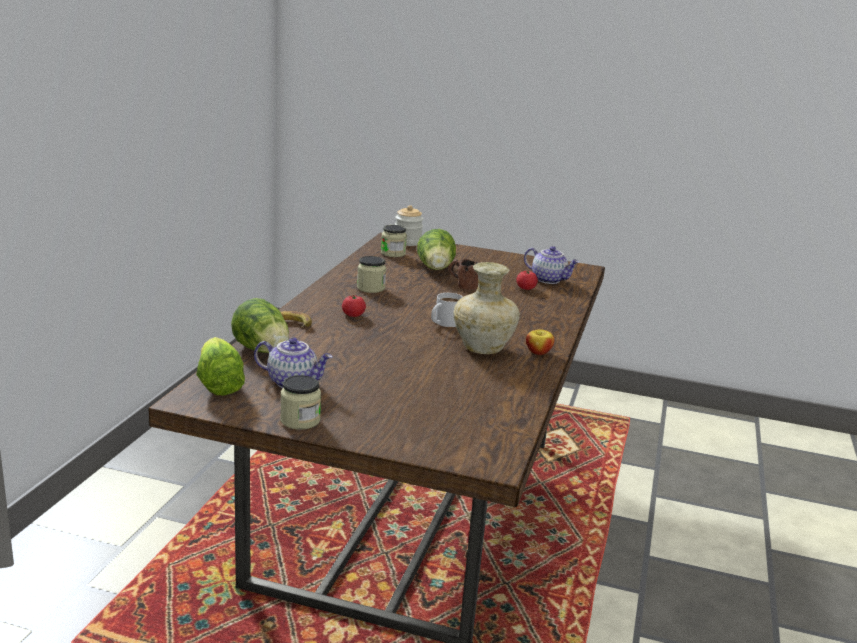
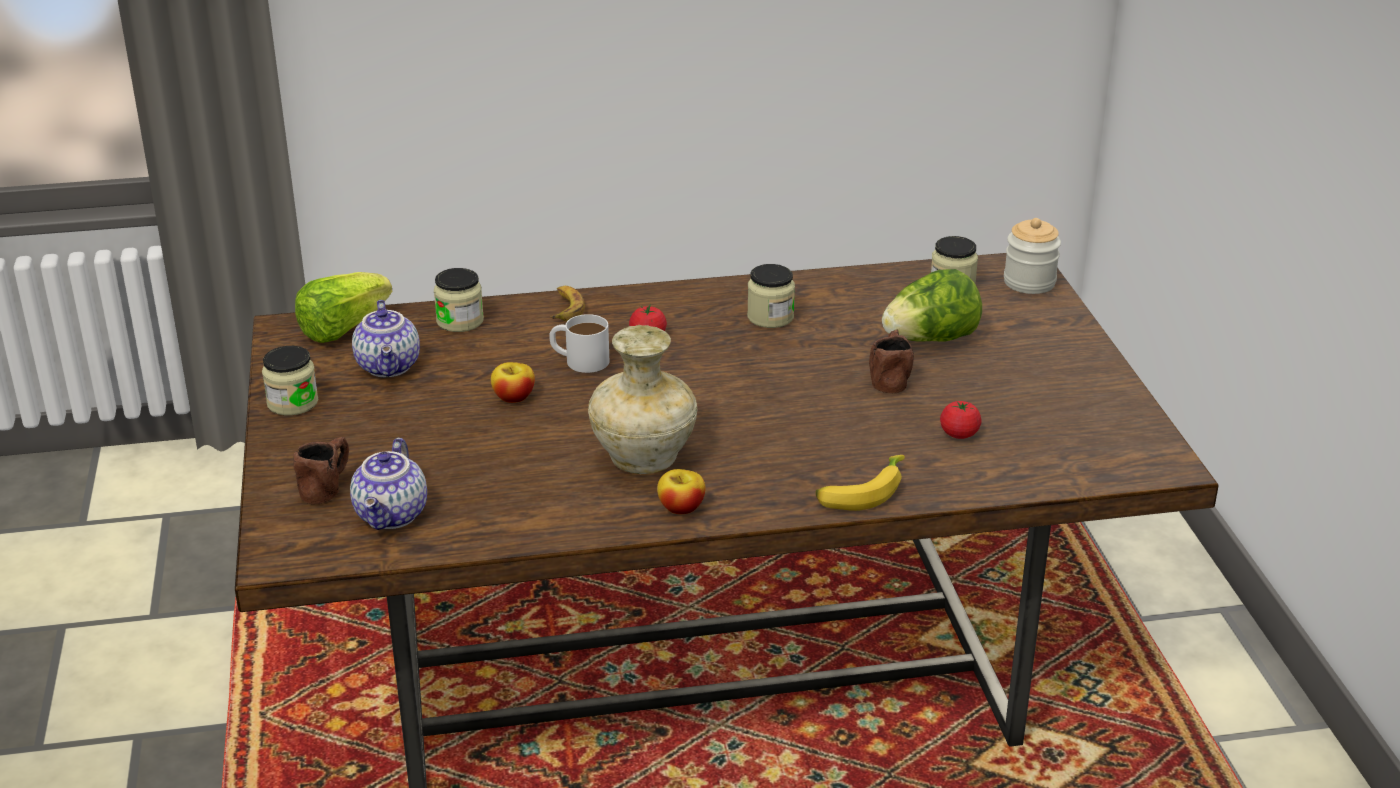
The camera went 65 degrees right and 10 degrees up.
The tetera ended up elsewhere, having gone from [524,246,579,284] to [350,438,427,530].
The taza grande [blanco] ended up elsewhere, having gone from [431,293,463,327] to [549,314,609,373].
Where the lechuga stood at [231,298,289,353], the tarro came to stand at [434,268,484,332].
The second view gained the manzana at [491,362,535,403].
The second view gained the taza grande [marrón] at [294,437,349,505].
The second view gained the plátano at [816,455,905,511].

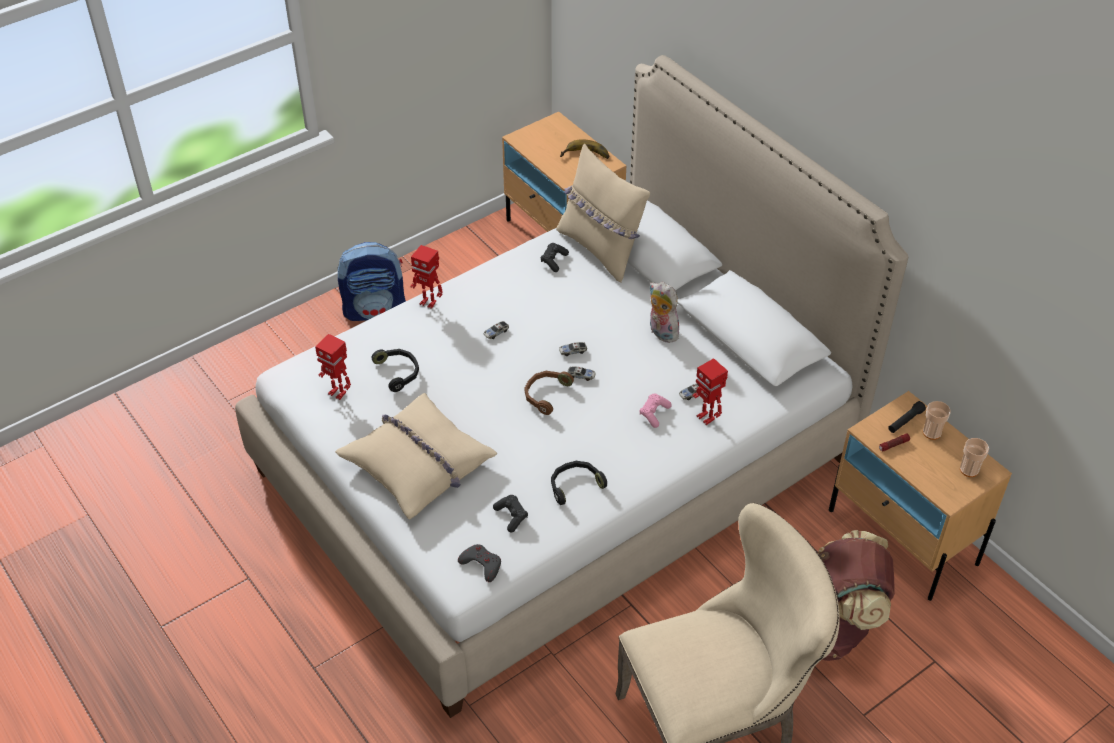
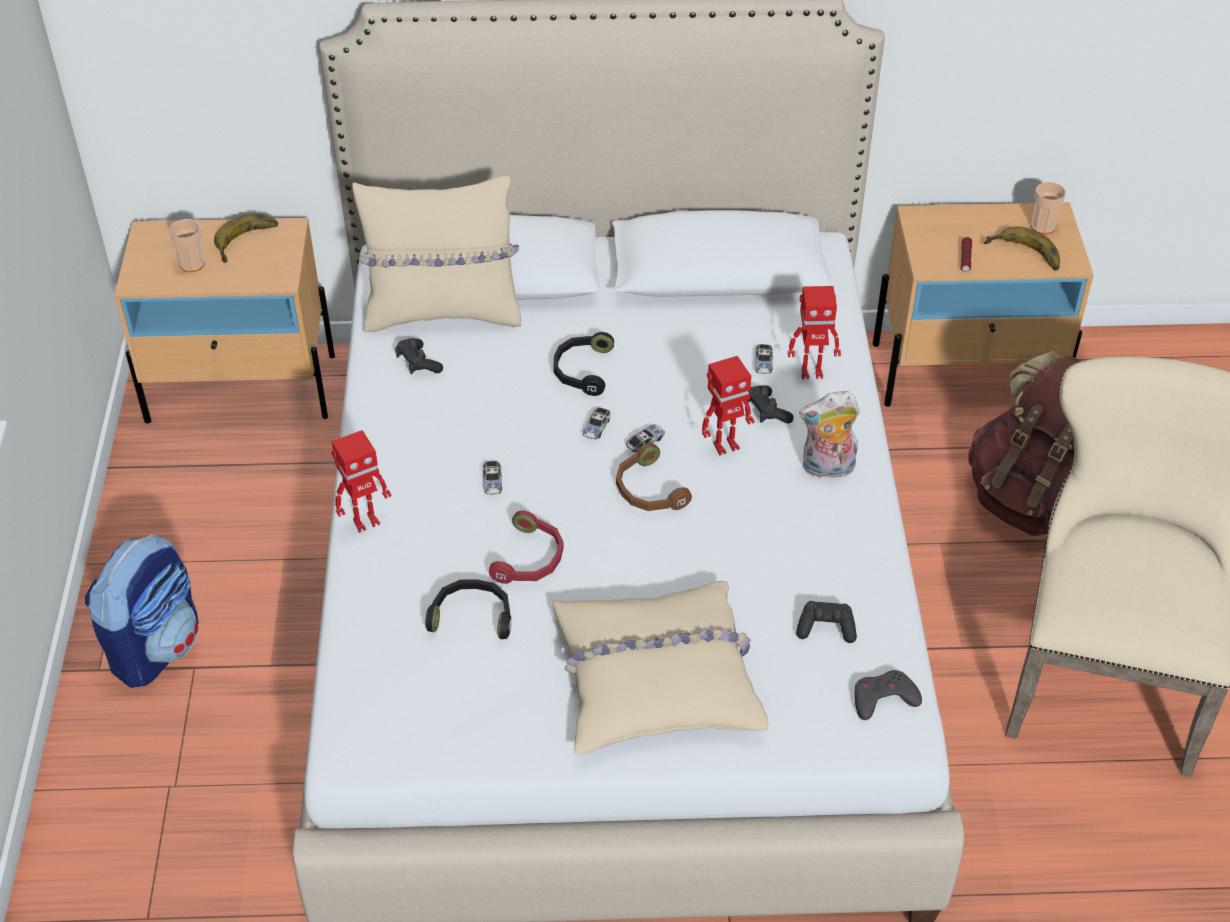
The camera went 55 degrees left and 0 degrees up.
The peluche ended up elsewhere, having gone from [650,282,683,343] to [799,391,860,478].
The robot de juguete ended up elsewhere, having gone from [315,334,351,400] to [702,356,754,456].
What was the mando de consola [rosa] at [640,393,672,428] turned into the mando de consola [negro] at [747,385,794,423].
The second view lost the linterna [negro] at [888,401,926,433].
The taza ended up elsewhere, having gone from [923,401,951,440] to [169,219,205,272].
The auriculares [negro] ended up elsewhere, having gone from [551,461,607,505] to [554,332,614,396].
The second view gained the plátano at [984,226,1060,271].
The second view gained the auriculares [rojo] at [489,510,564,584].

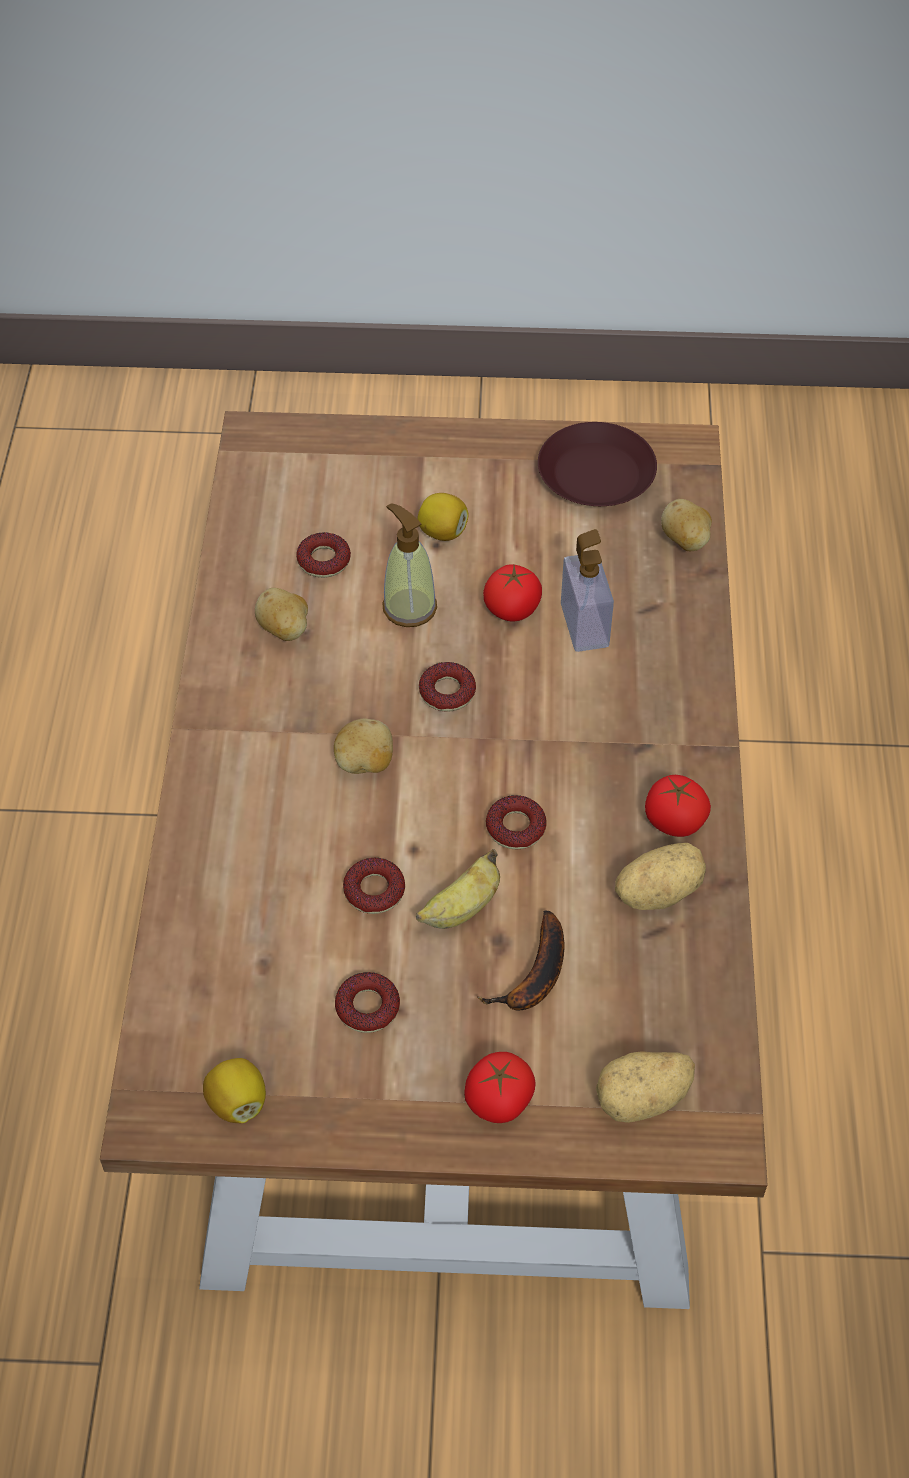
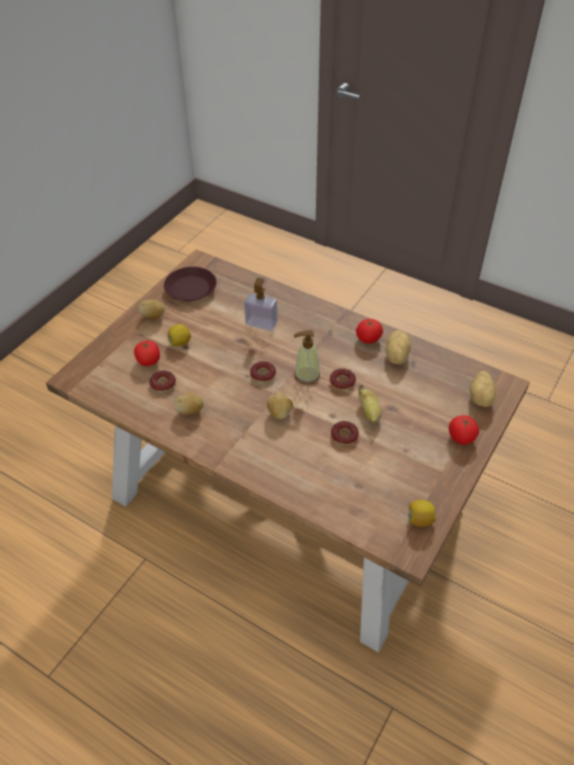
The camera went 60 degrees left and 5 degrees down.
The patata ended up elsewhere, having gone from [661,499,712,551] to [139,299,165,319].
The dispensador de jabón ended up elsewhere, having gone from [382,503,437,627] to [294,330,320,385].
The tomate ended up elsewhere, having gone from [483,564,542,621] to [134,340,160,366].
The second view lost the plátano at [477,911,564,1010].
The second view lost the rosquilla at [335,972,400,1033].

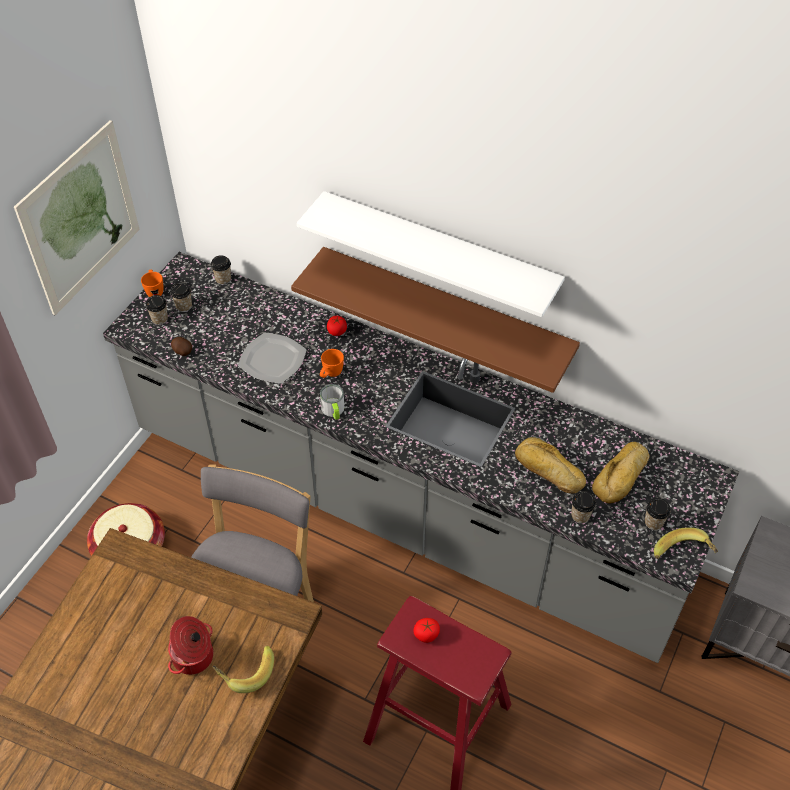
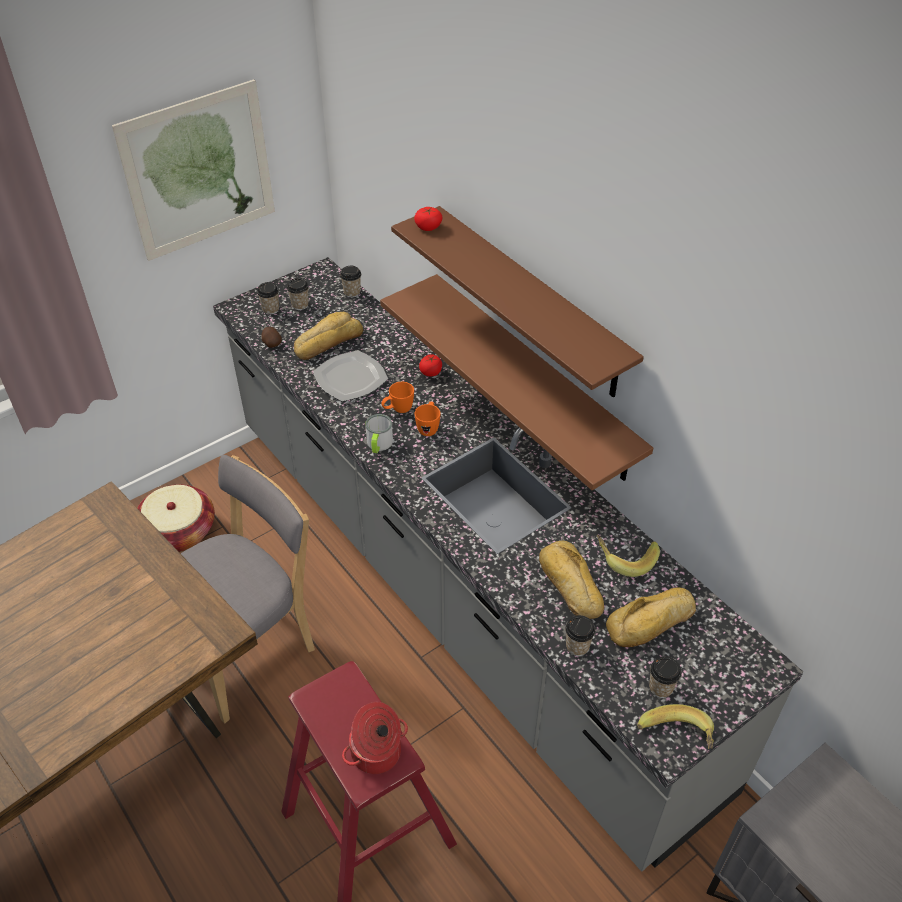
The camera went 25 degrees right and 5 degrees down.
What was the estante [blanco] at [297,191,565,317] turned into the estante [marrón] at [391,206,644,398].
The taza grande [naranja] ended up elsewhere, having gone from [141,270,163,297] to [414,402,441,436].
The olla ended up elsewhere, having gone from [168,616,213,675] to [342,702,408,774].
The tomate ended up elsewhere, having gone from [414,618,440,643] to [414,207,443,231].
The plátano ended up elsewhere, having gone from [213,646,274,693] to [597,535,660,577].
The second view gained the pan at [294,312,363,360].

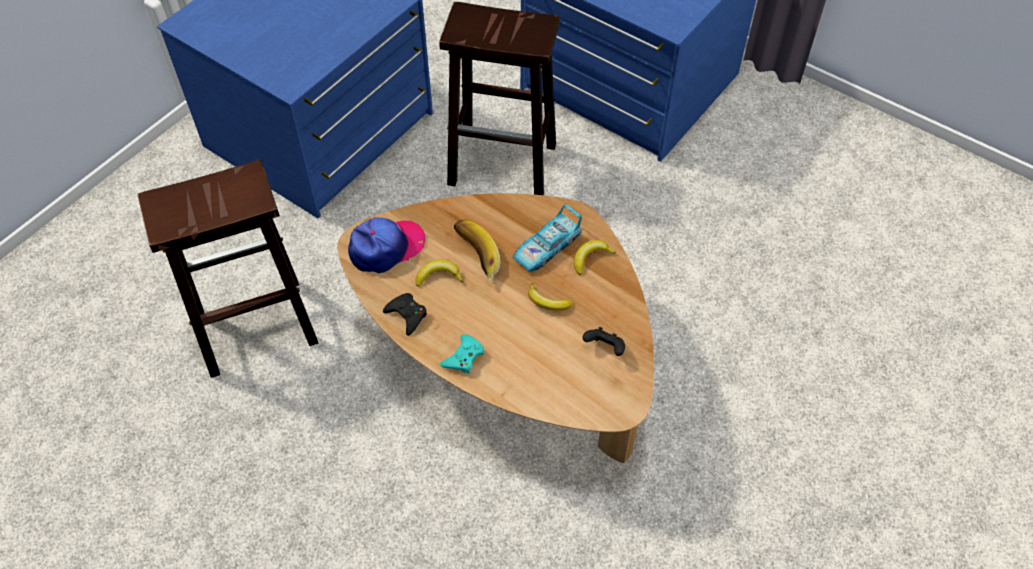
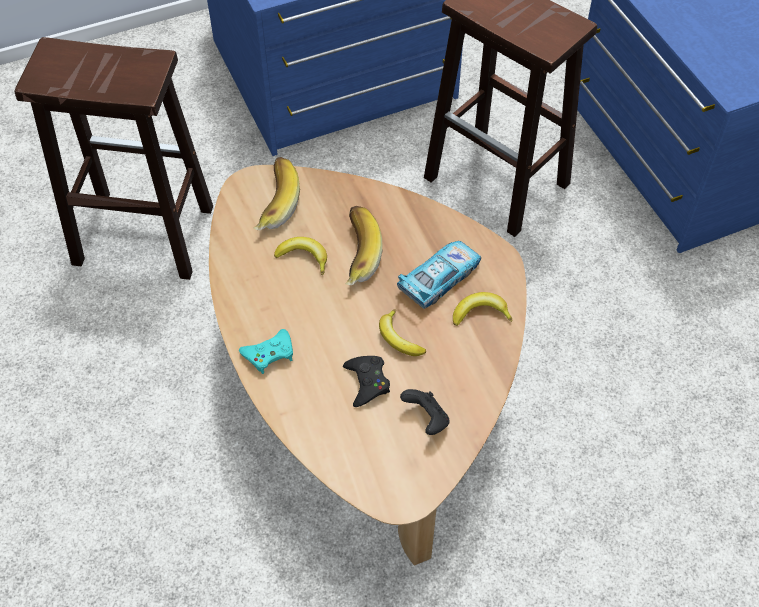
The camera went 30 degrees right and 0 degrees up.
The coche de juguete at [513,204,582,271] ended up facing another way, 150 degrees clockwise from before.
Where the gorra stood at [348,217,425,273], the plátano came to stand at [253,157,300,230].
The mando de consola [negro] ended up elsewhere, having gone from [383,293,427,336] to [343,356,390,407].

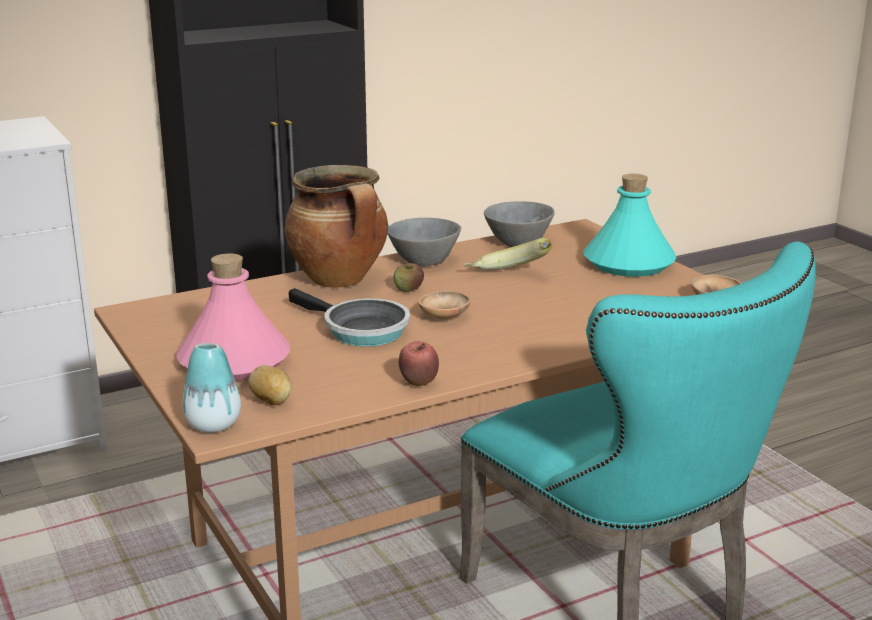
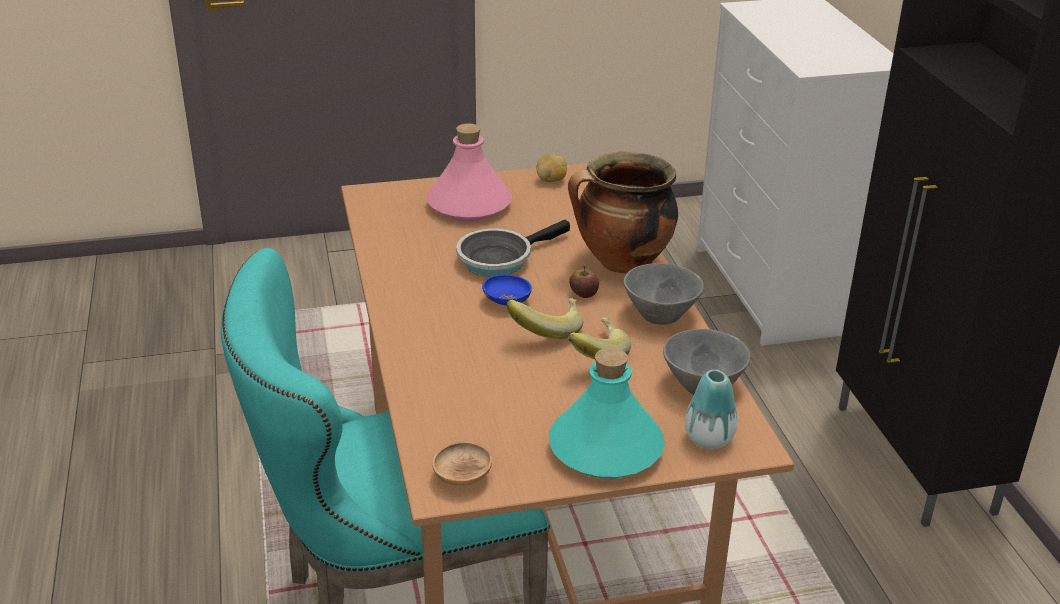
The camera went 105 degrees right and 10 degrees up.
What was the cuenco [marrón] at [419,291,471,320] turned into the cuenco [azul] at [482,274,532,305].
The second view lost the manzana at [399,341,439,386].
The florero ended up elsewhere, having gone from [182,343,241,433] to [685,370,738,449].
The patata ended up elsewhere, having gone from [248,365,292,405] to [536,154,567,182].
The second view gained the plátano at [506,298,584,339].

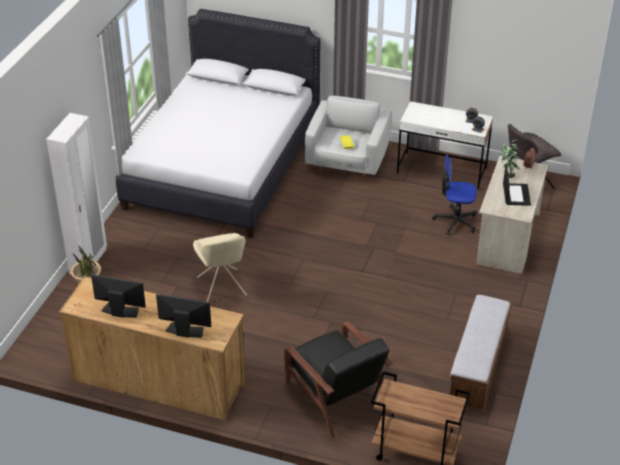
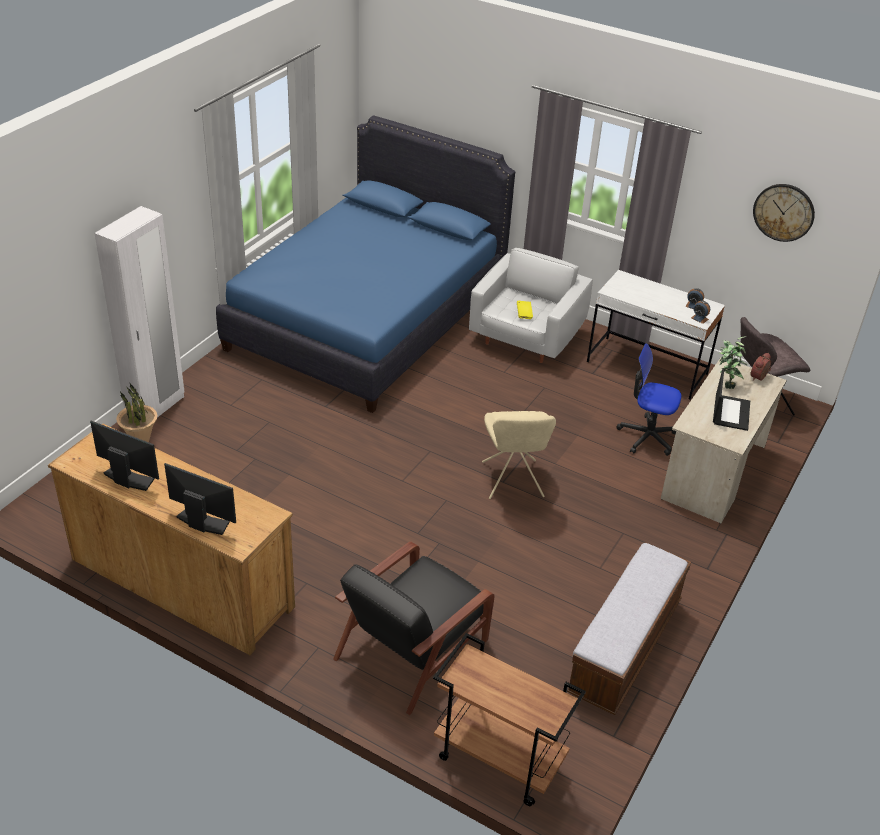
The camera went 10 degrees right and 0 degrees up.
What was the cama [blanco] at [116,9,321,238] turned into the cama [azul] at [216,115,515,413].
The silla [beis] ended up elsewhere, having gone from [193,233,247,302] to [482,411,556,499].
The sillón [negro] at [284,321,393,438] ended up facing another way, 60 degrees clockwise from before.
The second view gained the reloj de pared at [753,184,815,242].

